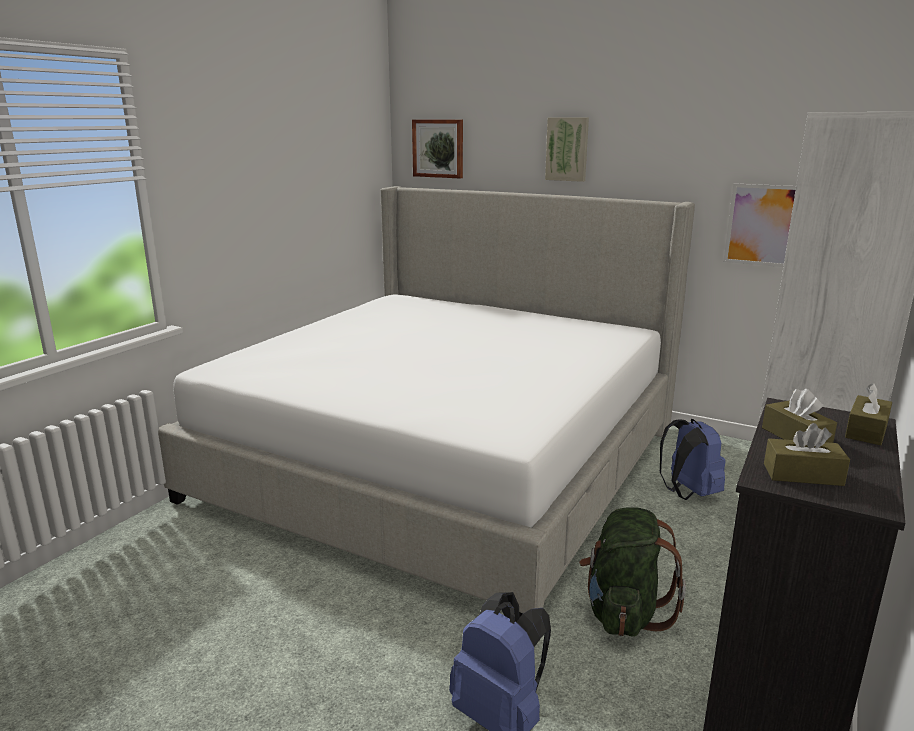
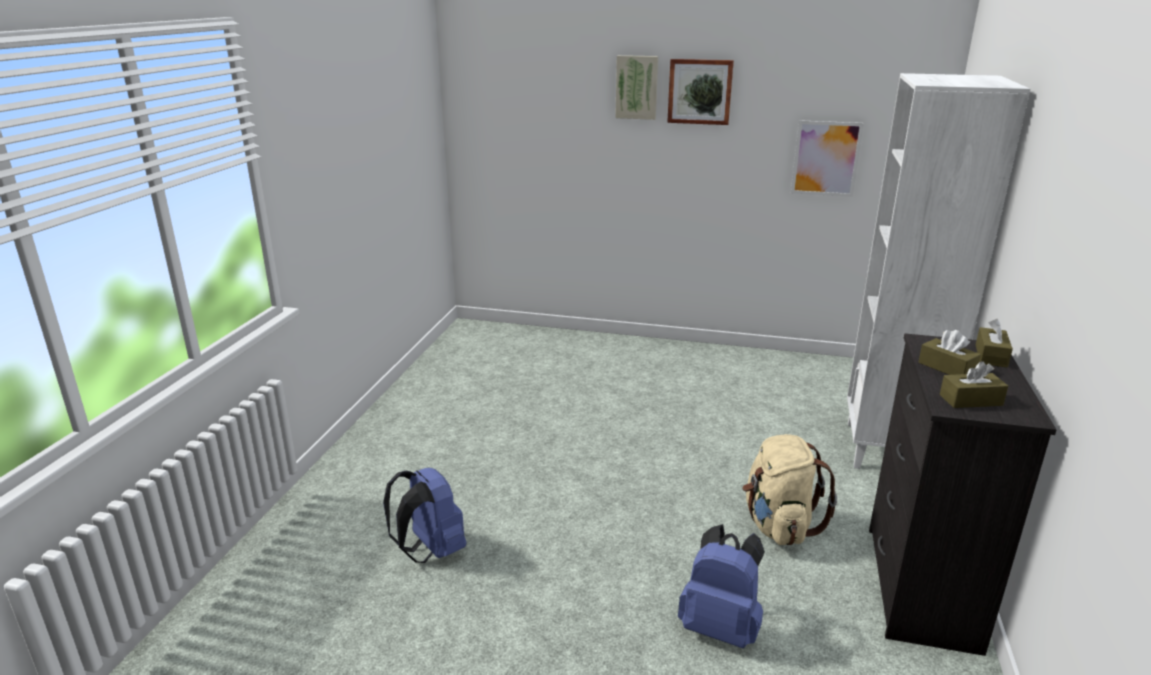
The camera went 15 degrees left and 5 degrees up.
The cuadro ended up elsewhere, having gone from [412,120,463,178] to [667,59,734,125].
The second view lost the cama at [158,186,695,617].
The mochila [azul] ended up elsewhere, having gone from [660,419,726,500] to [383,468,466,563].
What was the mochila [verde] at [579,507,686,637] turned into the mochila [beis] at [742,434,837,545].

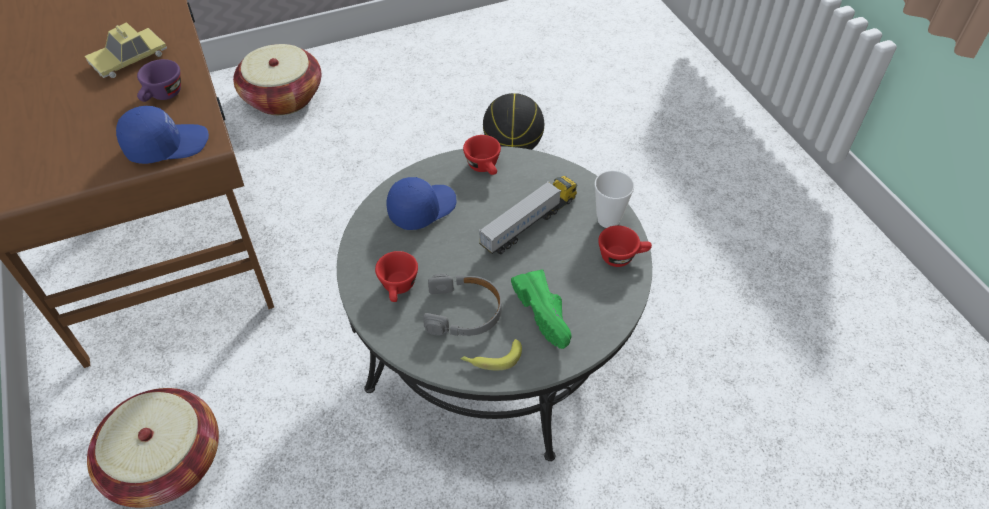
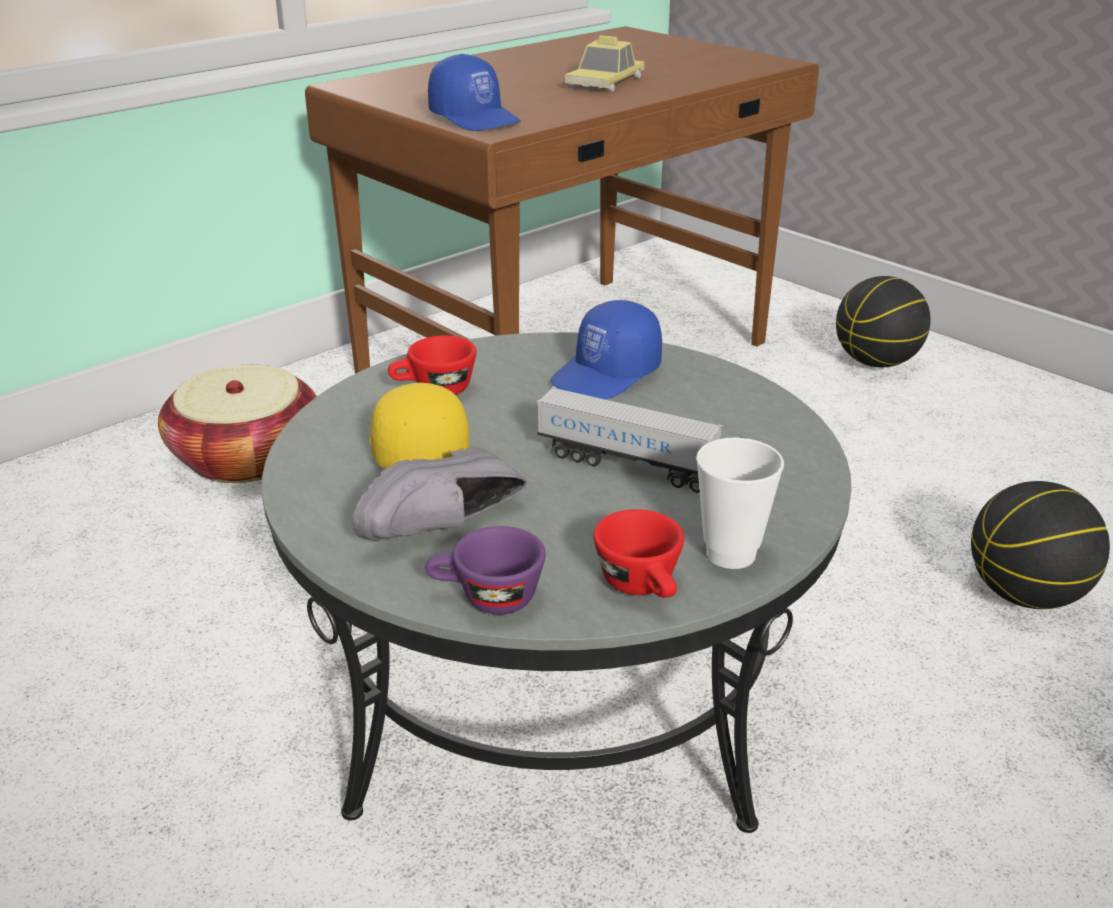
The camera went 70 degrees right and 20 degrees down.
The coche de juguete at [84,22,167,78] ended up facing another way, 90 degrees counterclockwise from before.
Where the cesta stood at [233,44,321,115], the balón de baloncesto came to stand at [836,276,931,367].
The taza [morado] ended up elsewhere, having gone from [137,59,181,102] to [425,526,546,615].
The second view lost the taza [rojo] at [463,135,501,175].
The gorra [azul] at [386,177,457,230] ended up facing another way, 105 degrees clockwise from before.
What was the zapato [verde] at [511,269,572,349] turned into the zapato [gris] at [352,447,527,541].
Where the auriculares [gris] stood at [423,274,502,336], the gorra [amarillo] came to stand at [370,383,469,469].
The second view lost the plátano at [460,339,522,370].

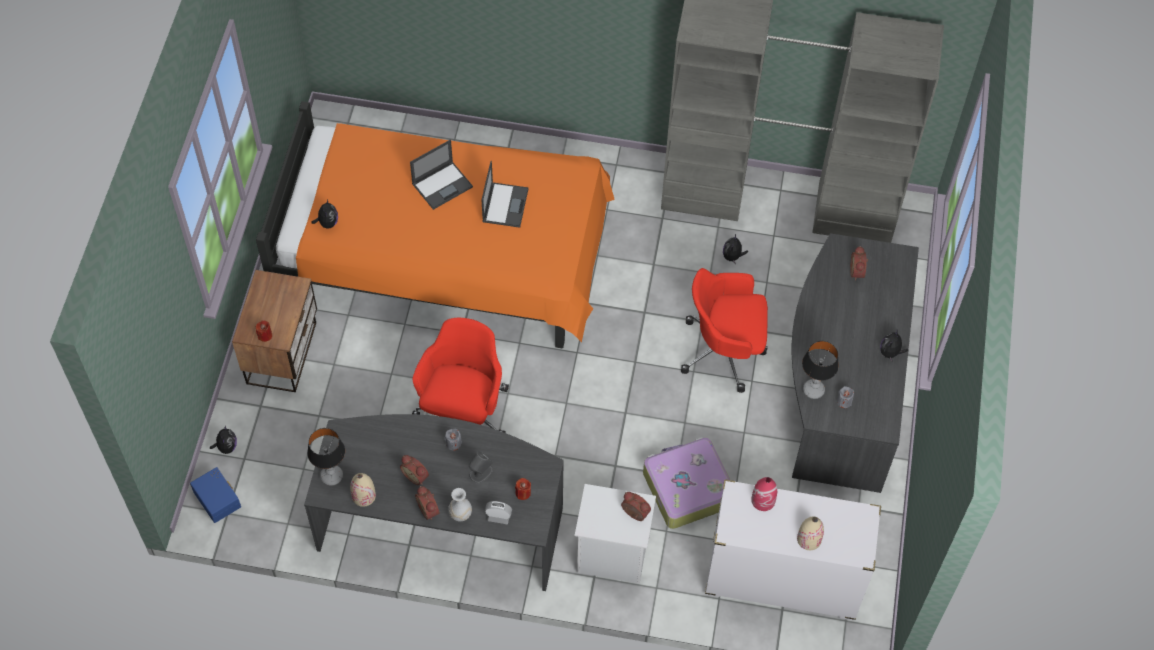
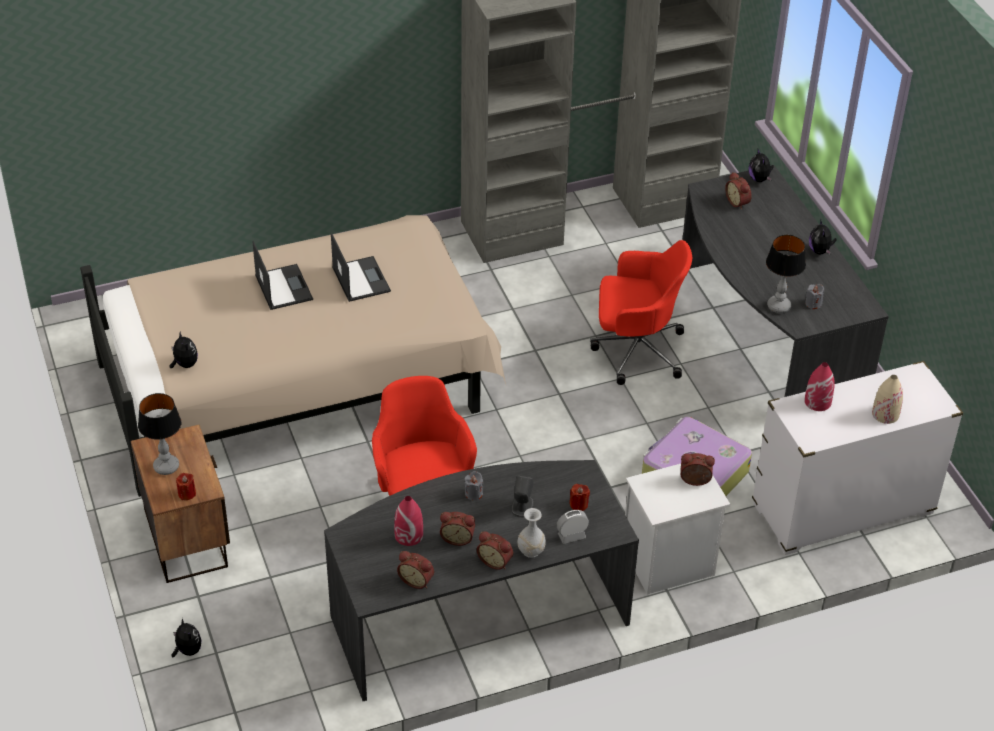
The camera went 30 degrees left and 15 degrees down.
What was the cama [naranja] at [256,101,615,349] turned into the cama [beis] at [80,215,506,497].
The portátil at [410,140,473,210] ended up facing another way, 45 degrees counterclockwise from before.
The peluche ended up elsewhere, having gone from [723,234,748,264] to [748,149,774,182].
The silla de oficina [rojo] at [681,268,768,393] ended up facing another way, 150 degrees counterclockwise from before.
The lámpara de mesa ended up elsewhere, having gone from [307,428,345,486] to [138,393,182,475].
The second view lost the caja de almacenaje [azul] at [190,467,241,523].
Where the florero [beis] stood at [350,473,376,507], the despertador came to stand at [397,551,434,589].
The second view gained the florero [rojo] at [394,496,423,546].

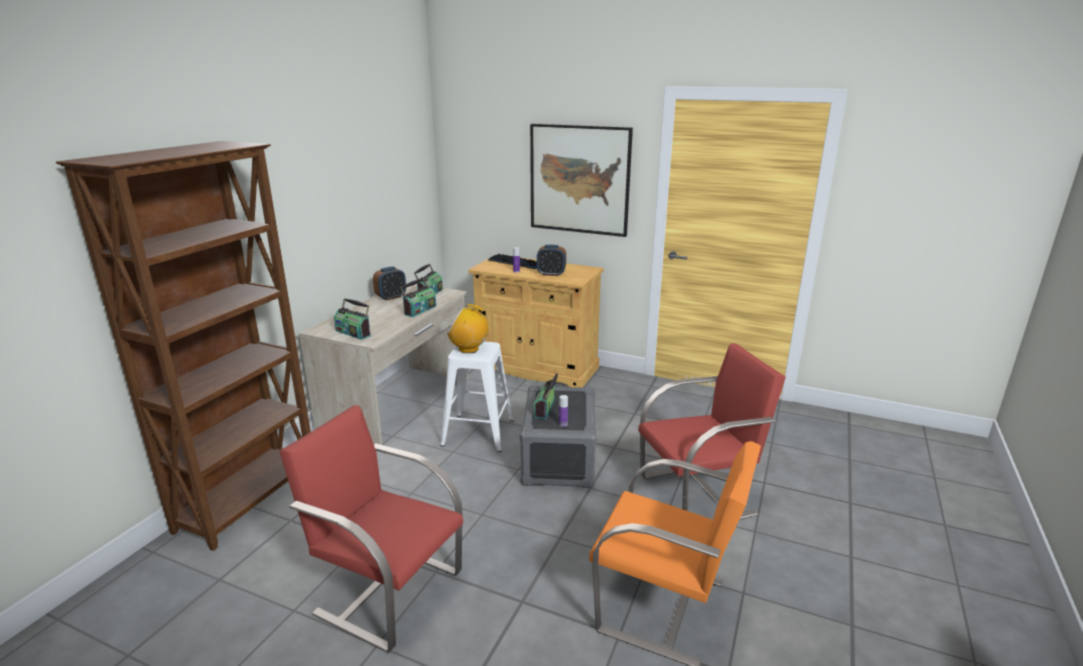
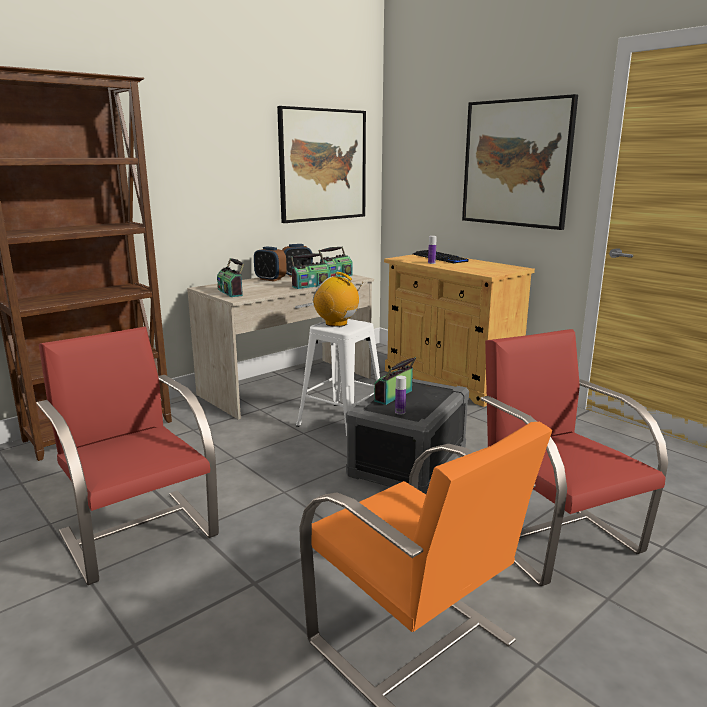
The camera went 25 degrees right and 5 degrees down.
The despertador ended up elsewhere, having gone from [537,245,566,276] to [254,247,287,281].
The silla [rojo] at [638,343,786,520] ended up facing another way, 120 degrees counterclockwise from before.
The second view gained the cuadro at [277,106,366,223].

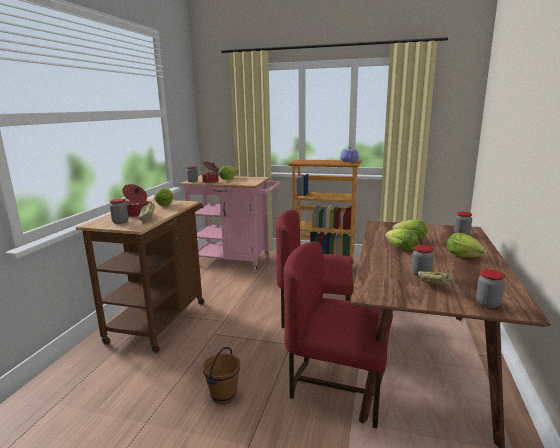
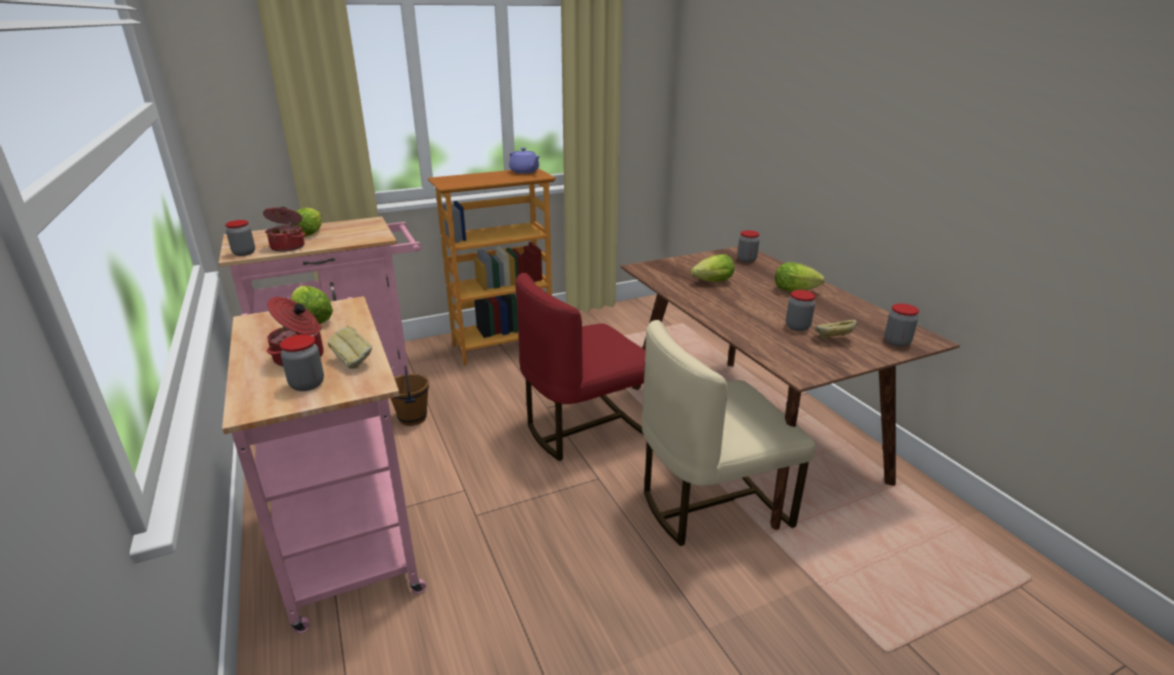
The camera went 40 degrees left and 10 degrees up.
What was the carrito [marrón] at [76,199,205,353] turned into the carrito [rosa] at [222,296,426,633].
The second view lost the lechuga at [385,228,418,251].
What was the silla [rojo] at [284,242,393,429] turned into the silla [beis] at [642,320,815,546].
The cubo [marrón] ended up elsewhere, having gone from [203,347,240,404] to [391,365,429,426].

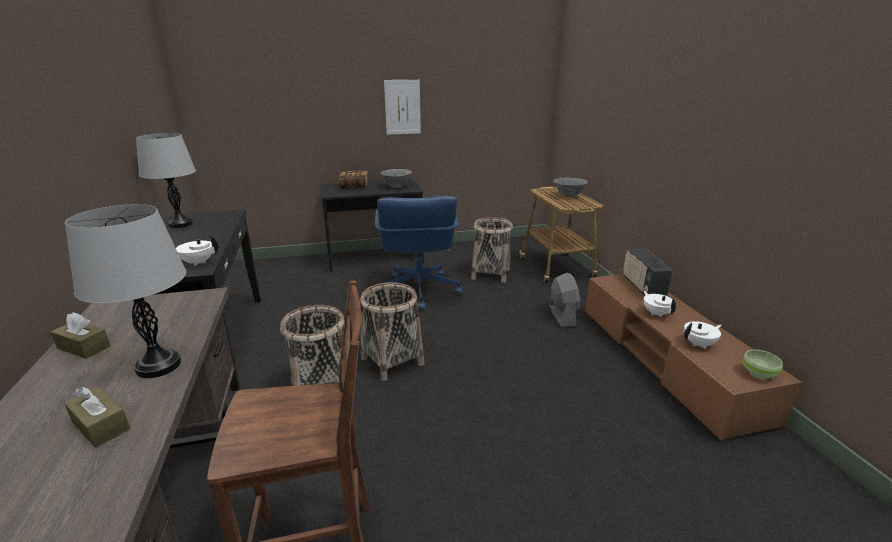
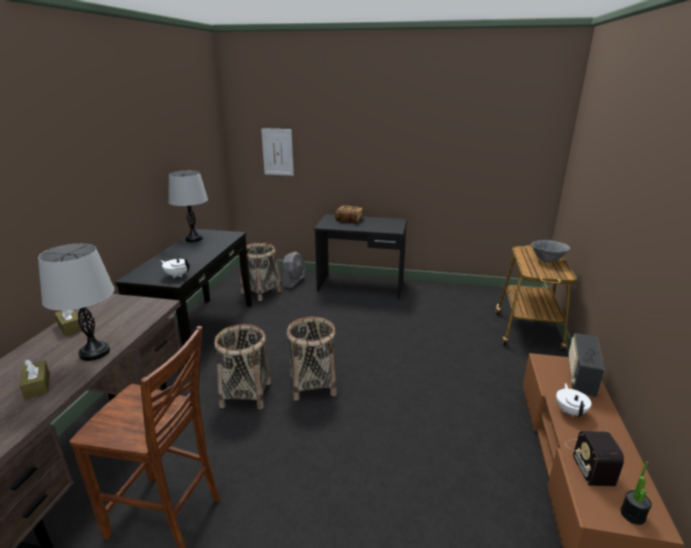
The camera went 25 degrees right and 0 degrees up.
The cuadro ended up elsewhere, having gone from [384,80,421,135] to [261,128,294,176].
The second view lost the cuenco [gris] at [380,169,412,188].
The second view lost the silla de oficina [azul] at [375,196,463,310].
The cesta ended up elsewhere, having gone from [471,217,513,283] to [241,243,282,301].
The ventilador [gris] ended up elsewhere, having gone from [549,273,580,327] to [282,251,305,288].
Where the tetera [blanco] stood at [684,321,722,349], the radio came to stand at [565,431,624,486].
Where the cuenco [verde] stood at [743,349,783,379], the planta en maceta came to stand at [620,461,652,525].

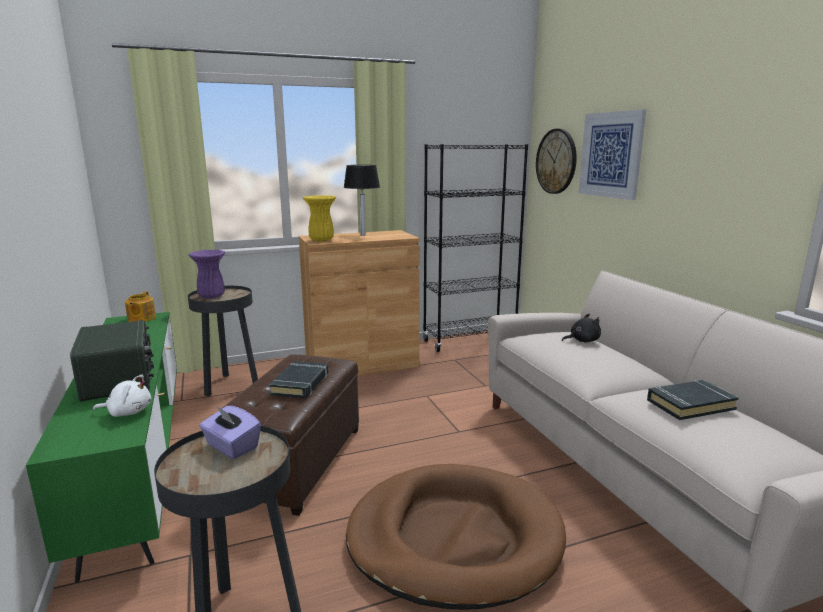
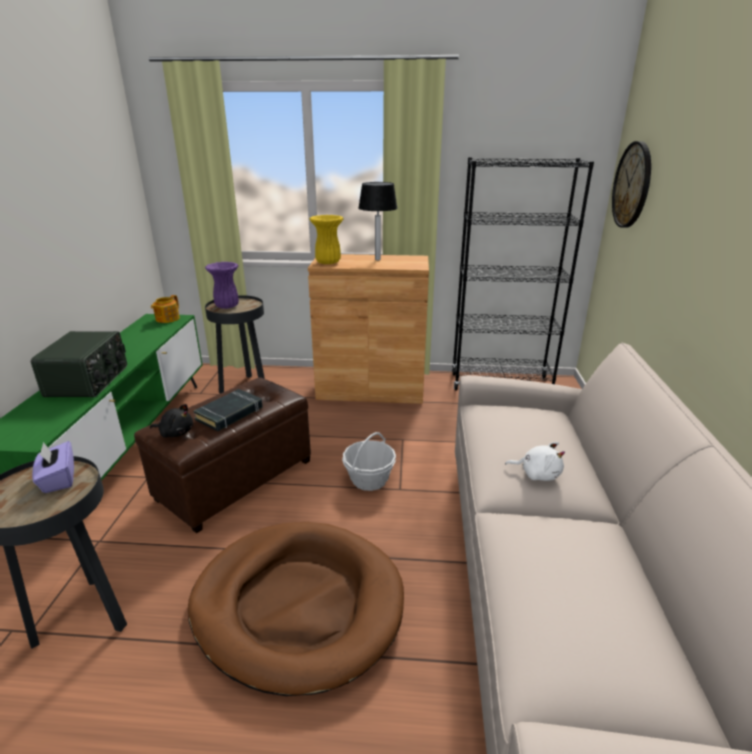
The camera went 25 degrees right and 10 degrees up.
The second view lost the cuadro at [578,109,646,200].
The peluche [negro] ended up elsewhere, having gone from [562,314,601,343] to [150,404,193,438].
The peluche [blanco] ended up elsewhere, having gone from [93,375,151,417] to [505,442,565,481].
The second view lost the libro [negro] at [647,380,739,420].
The second view gained the cesta at [342,432,396,491].

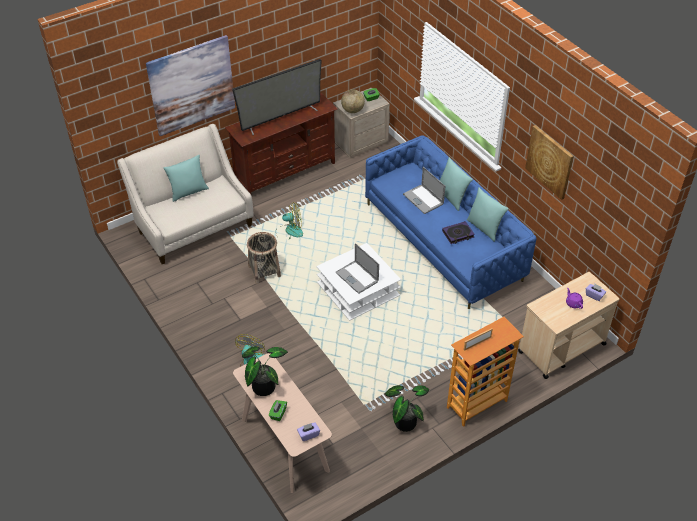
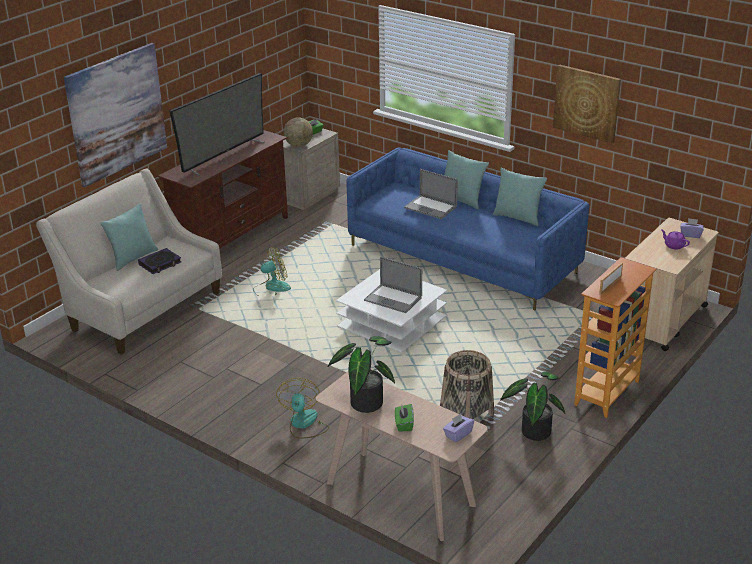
The camera went 20 degrees left and 15 degrees down.
The libro ended up elsewhere, having gone from [442,221,475,244] to [138,248,181,274].
The cesta ended up elsewhere, having gone from [247,232,281,284] to [440,350,494,419].

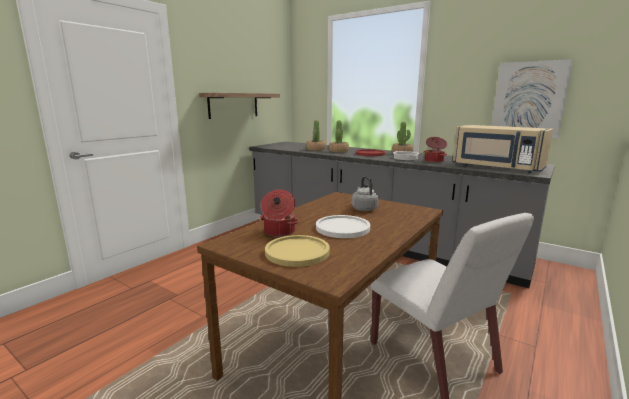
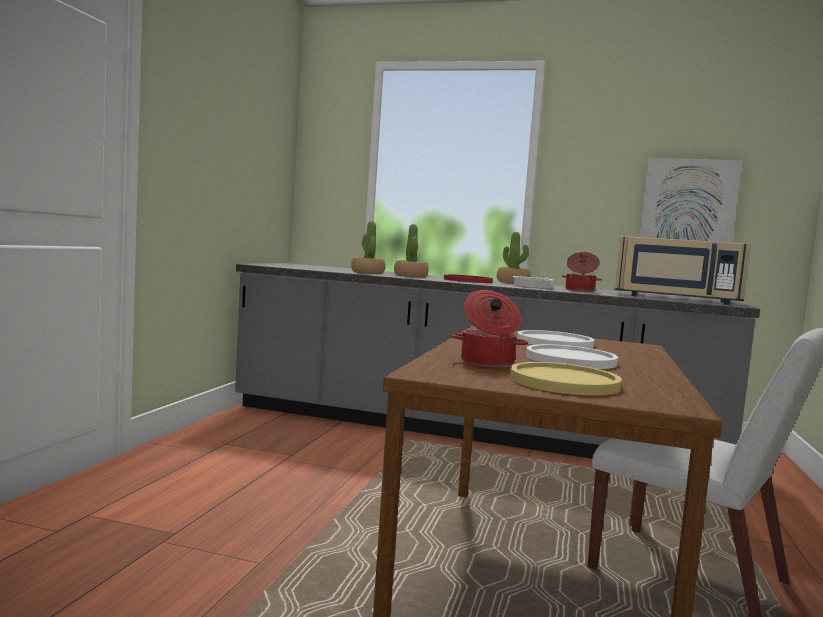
The camera went 20 degrees left and 10 degrees down.
The second view lost the estante at [199,93,280,119].
Where the hervidor [gris] stood at [352,176,379,211], the plato [blanco] came to stand at [517,330,594,348].

